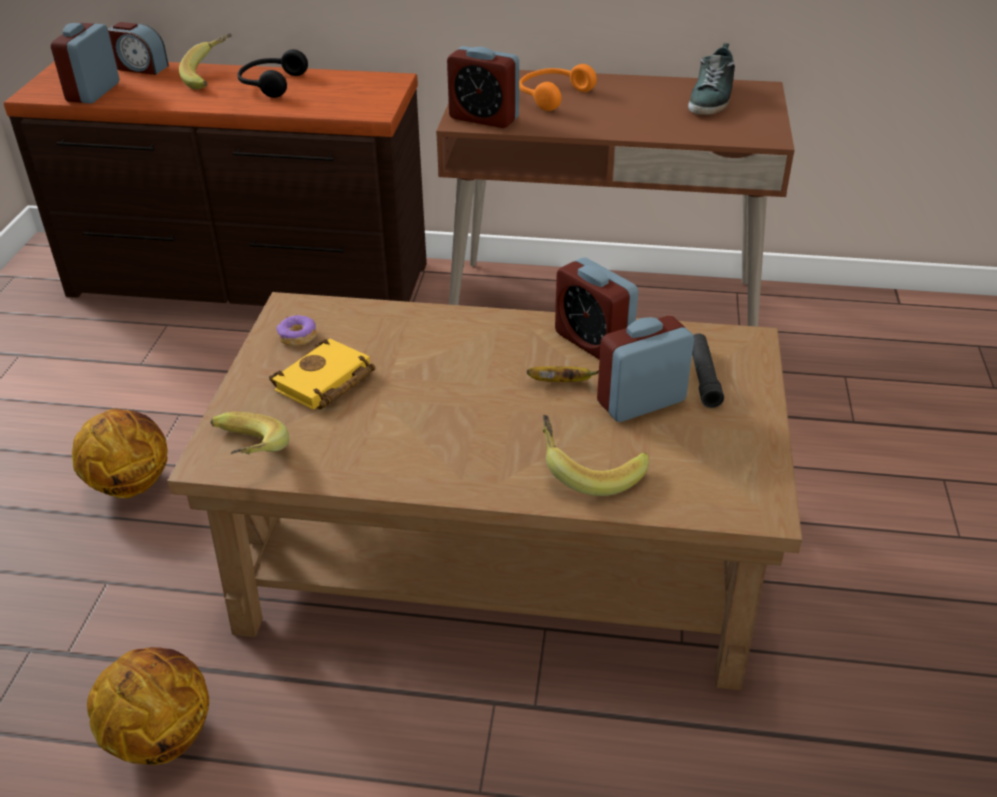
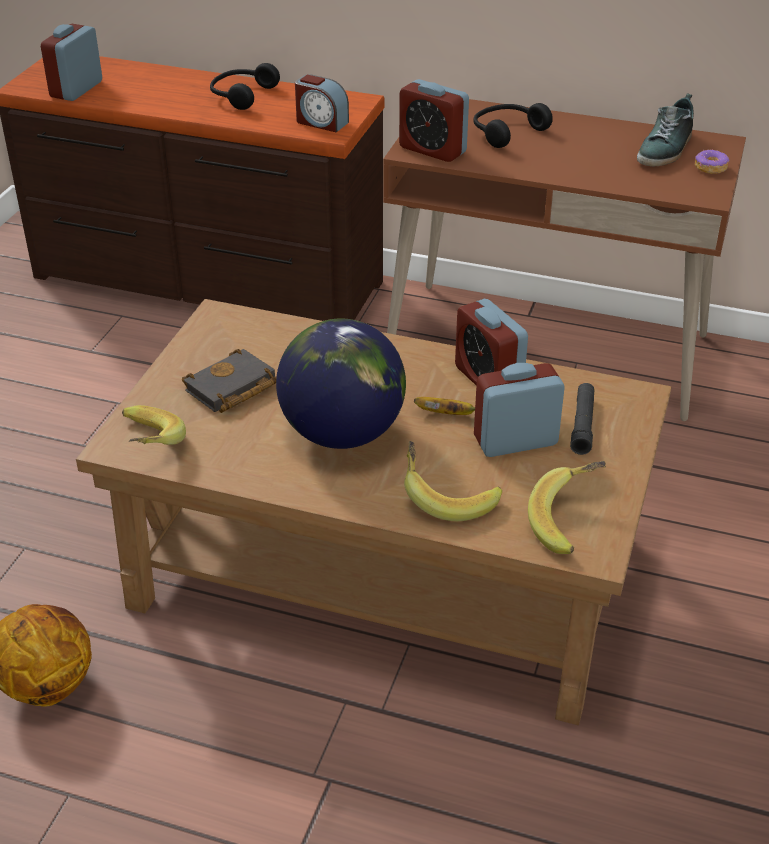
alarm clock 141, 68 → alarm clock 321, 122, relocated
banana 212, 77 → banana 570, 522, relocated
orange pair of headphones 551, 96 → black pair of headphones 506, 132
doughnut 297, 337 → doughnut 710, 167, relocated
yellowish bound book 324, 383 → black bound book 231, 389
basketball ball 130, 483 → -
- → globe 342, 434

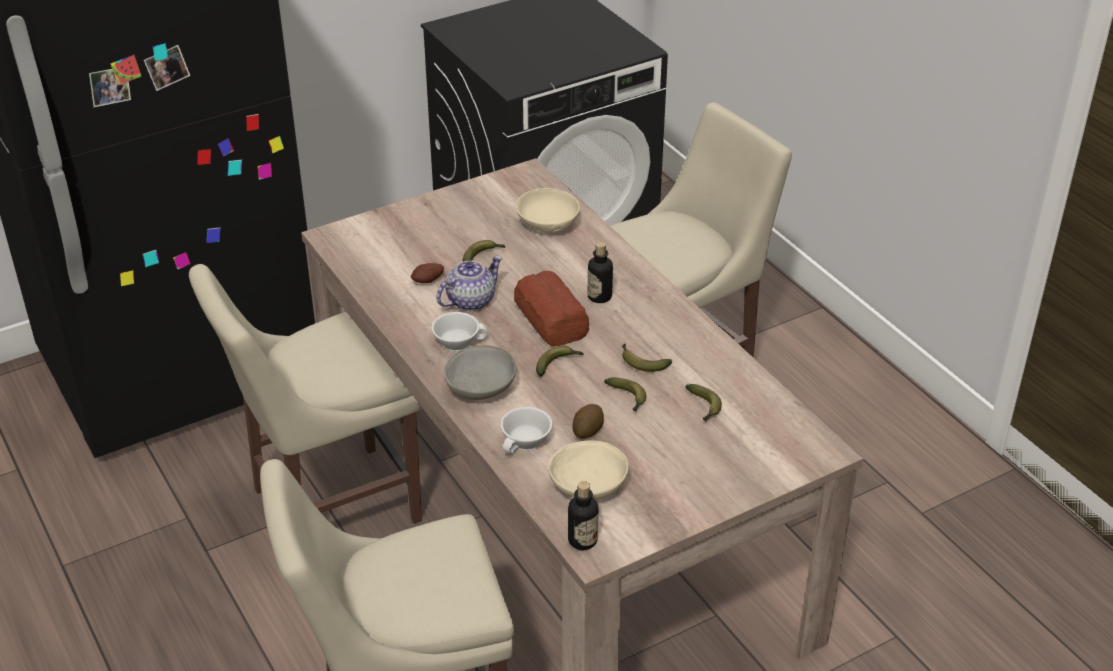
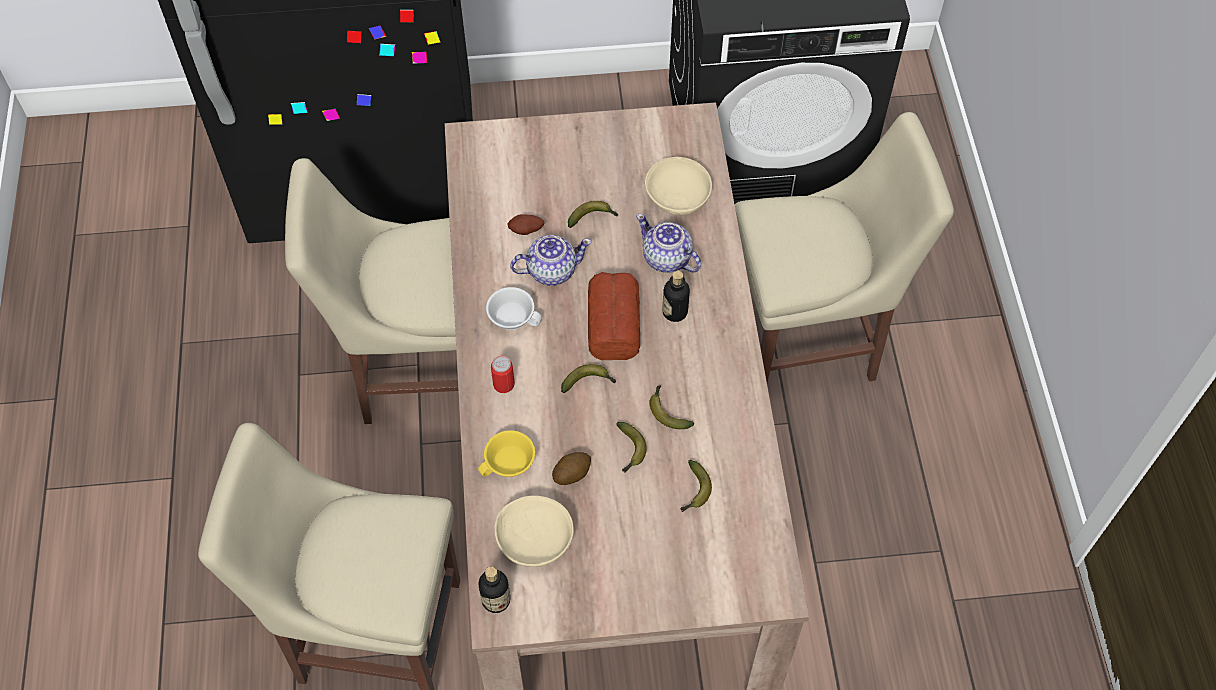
greyish bowl 481, 389 → metal can 504, 384
white cup 527, 442 → yellowish cup 510, 465
- → pot for tea 667, 259

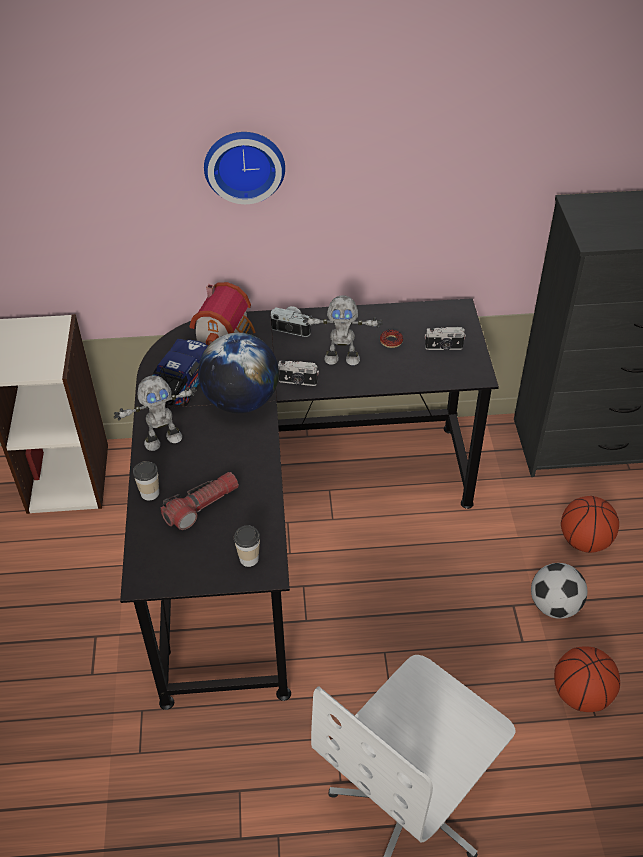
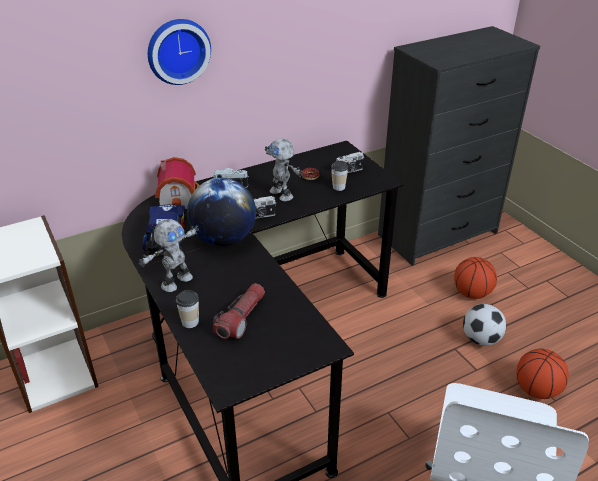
robot figure 342, 358 → robot figure 282, 194, 75 degrees clockwise
cup 249, 558 → cup 338, 187, relocated

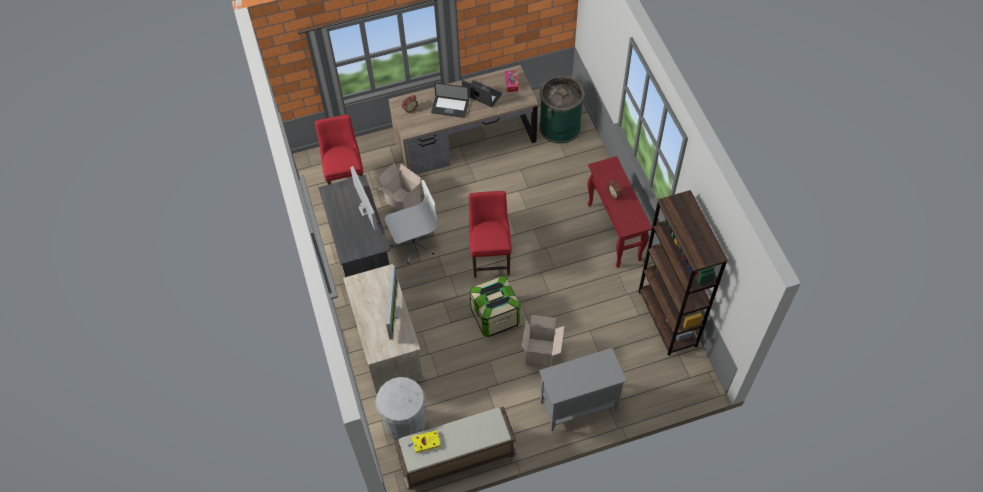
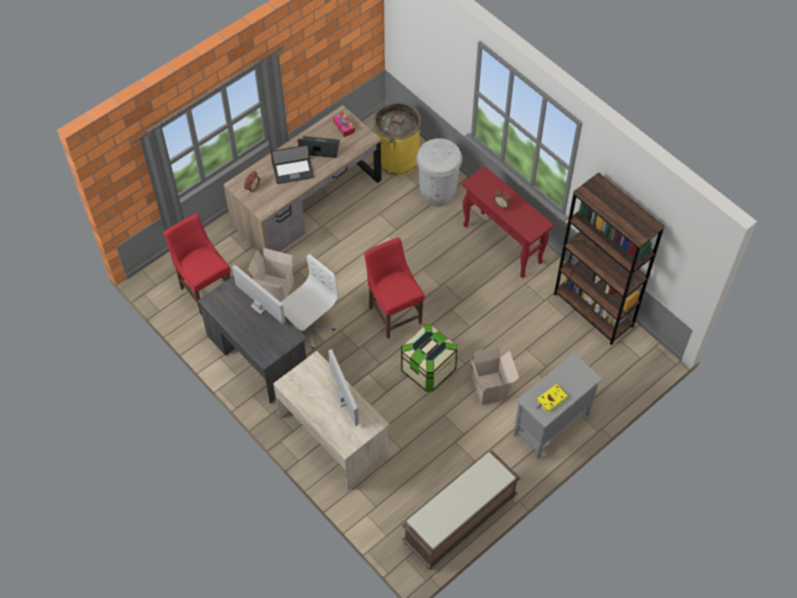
green trash can 559, 127 → yellowish trash can 397, 157
white trash can 406, 424 → white trash can 437, 192, relocated
yellowish bound book 425, 442 → yellowish bound book 551, 400, relocated

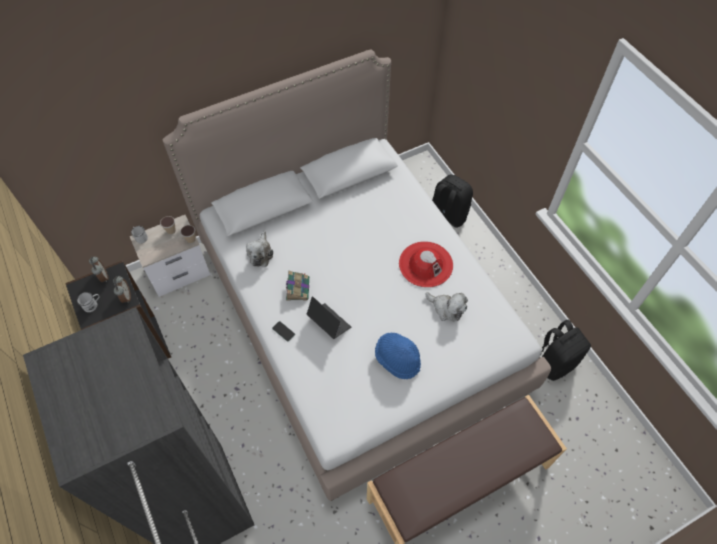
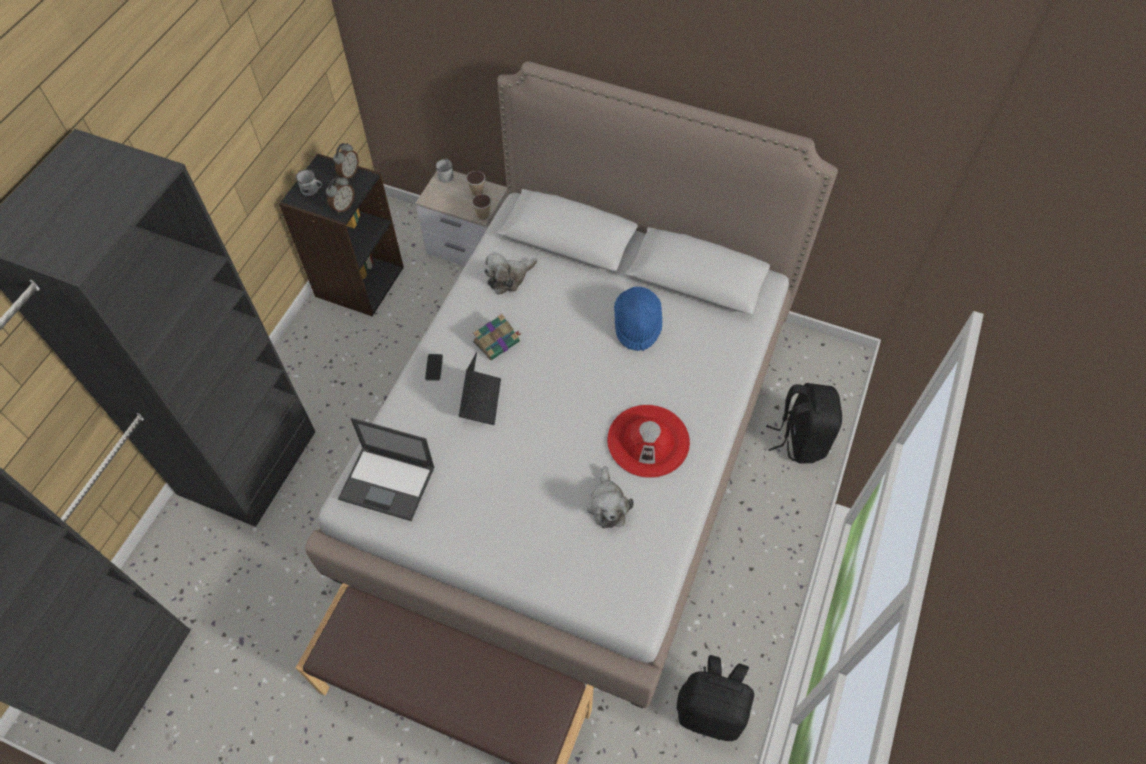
blue-coloured hat 397, 359 → blue-coloured hat 637, 325, relocated
- → portable computer 388, 483

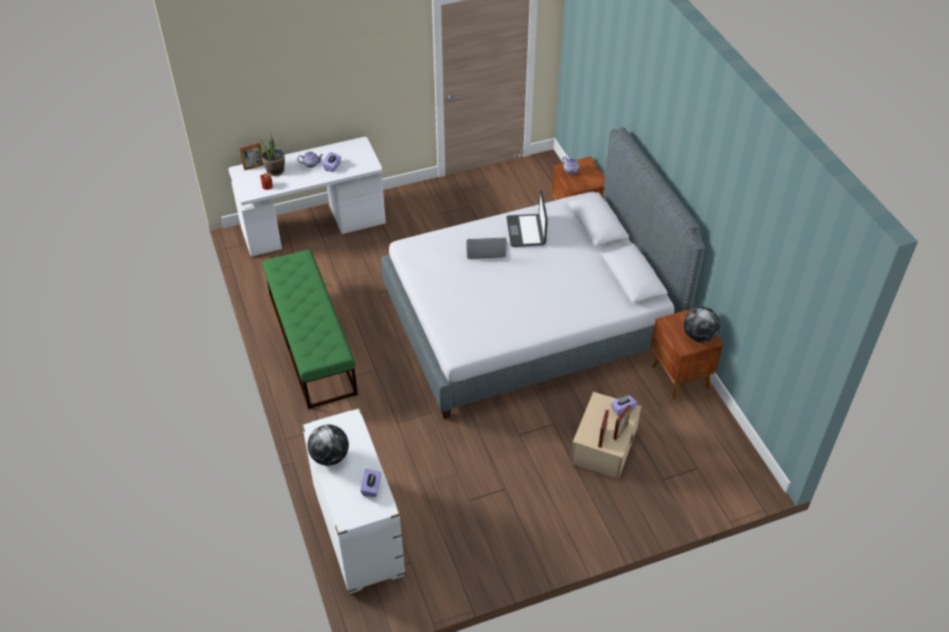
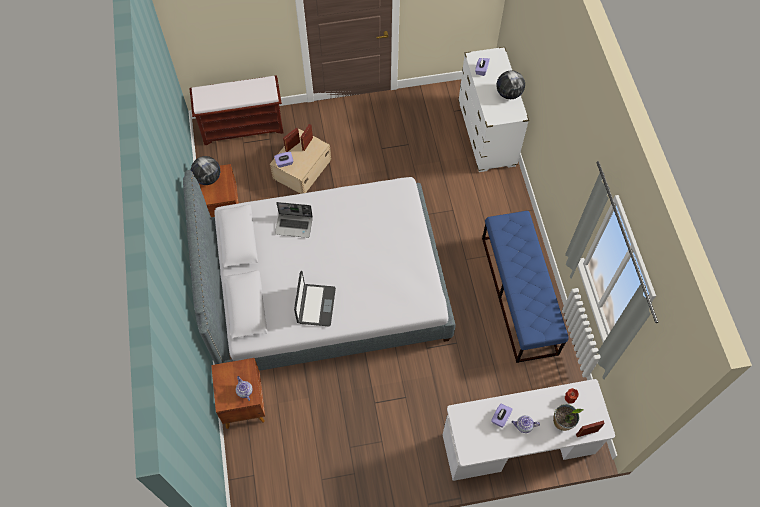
portable computer 485, 250 → portable computer 294, 225, relocated
green long seat 311, 343 → blue-coloured long seat 519, 295
- → brown long seat 243, 127

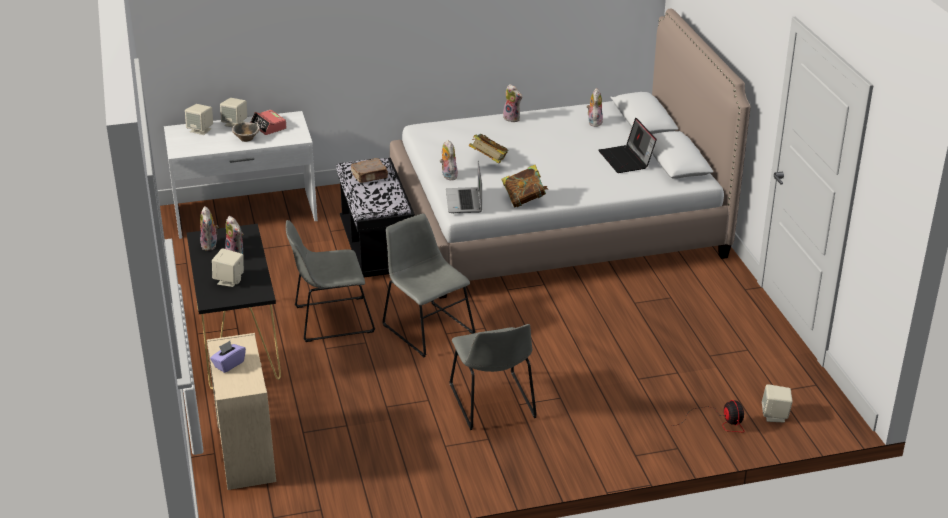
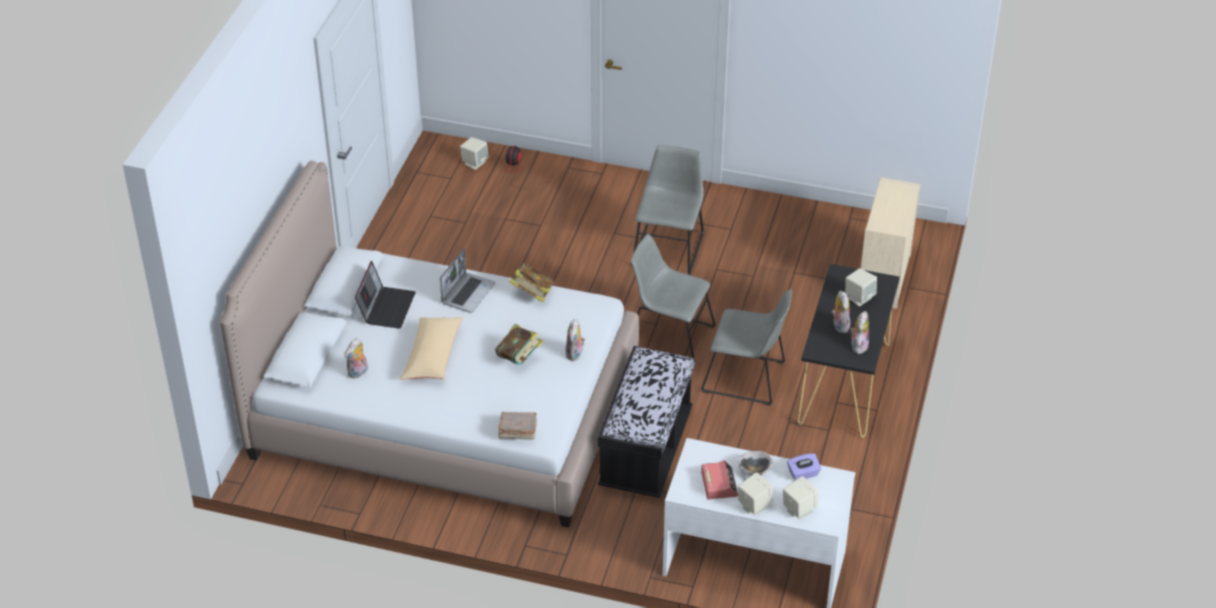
plush toy 513, 118 → -
brown bound book 370, 176 → brown bound book 517, 431, relocated
portable computer 464, 202 → portable computer 468, 293, relocated
greyish upright chair 426, 327 → greyish upright chair 668, 336, 120 degrees clockwise
purple-coloured tissue box 229, 364 → purple-coloured tissue box 803, 474, relocated
- → sand-coloured throw pillow 432, 355

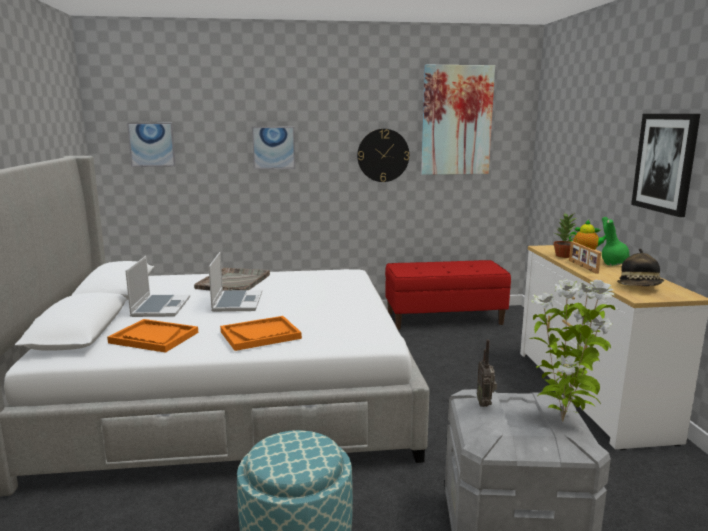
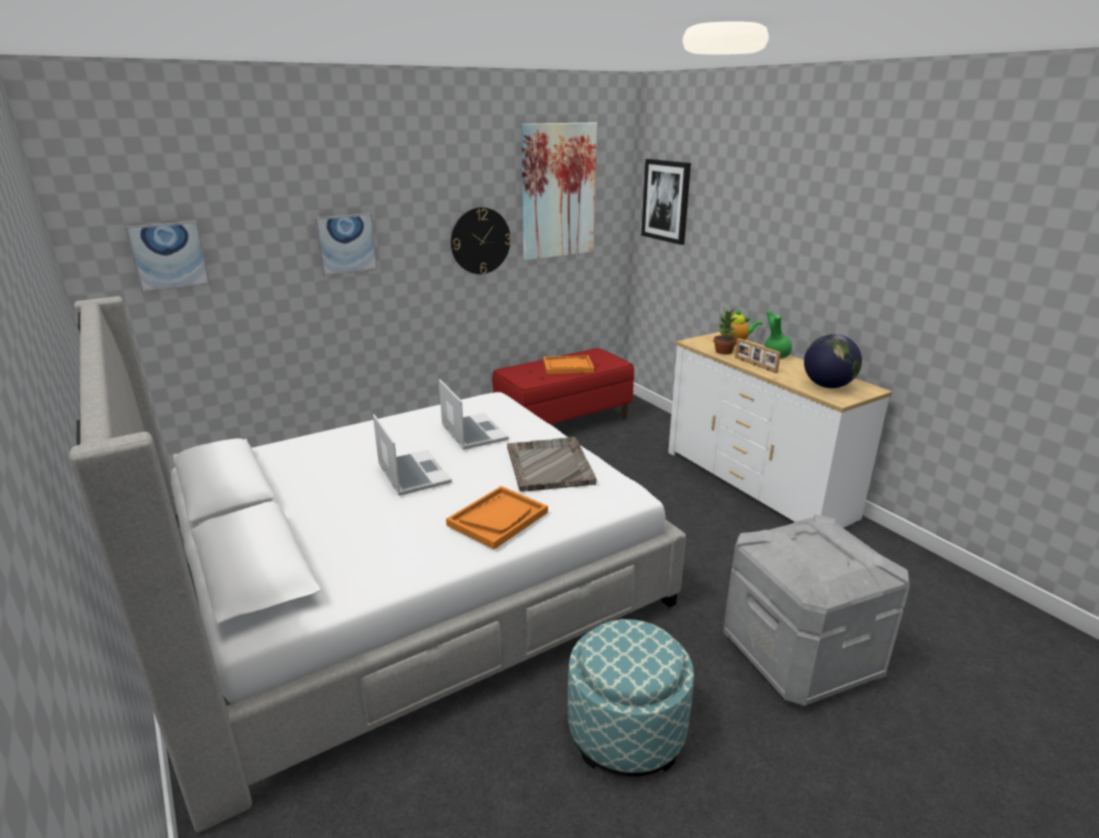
picture 665, 163 → picture 666, 201, relocated
hat 640, 287 → globe 827, 386
portable computer 160, 307 → portable computer 472, 433, relocated
greyish carrying tray 234, 281 → greyish carrying tray 549, 465, relocated
plant in a pot 564, 420 → -
orange carrying tray 153, 338 → orange carrying tray 568, 366, relocated
radio 485, 404 → -

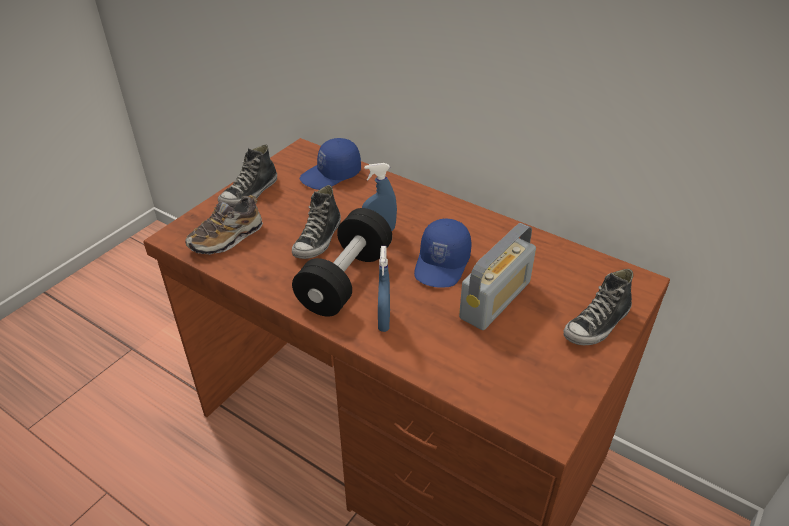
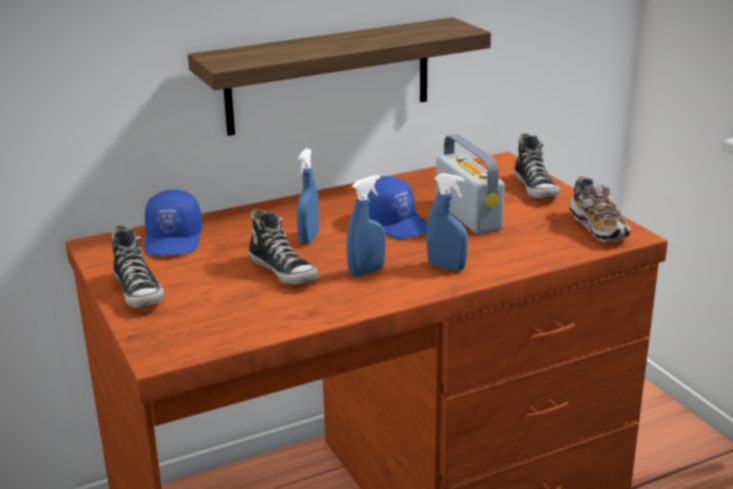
low shoe 227, 238 → low shoe 598, 227, relocated
black hand weight 345, 280 → blue-coloured spray bottle 366, 271
- → shelf 329, 76

